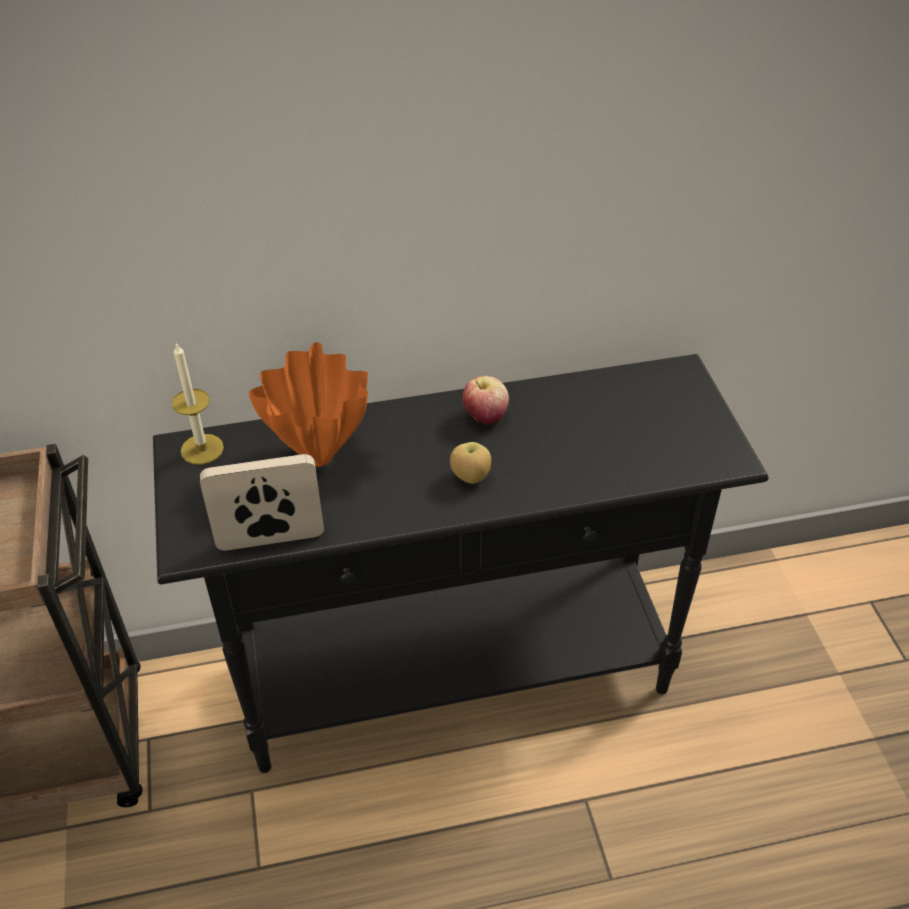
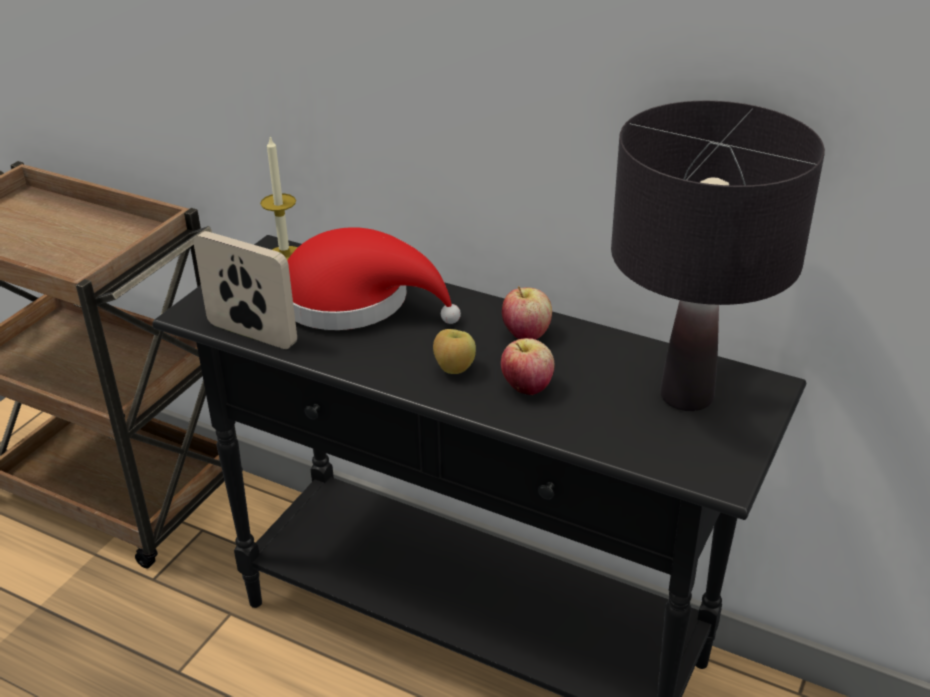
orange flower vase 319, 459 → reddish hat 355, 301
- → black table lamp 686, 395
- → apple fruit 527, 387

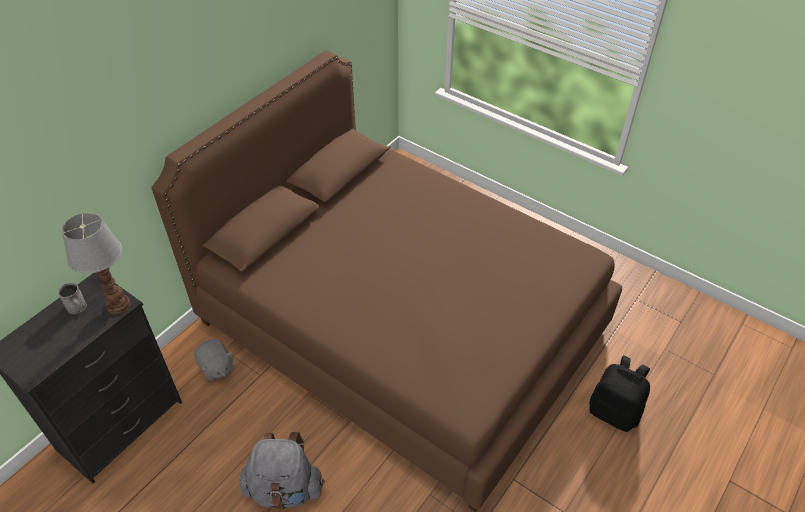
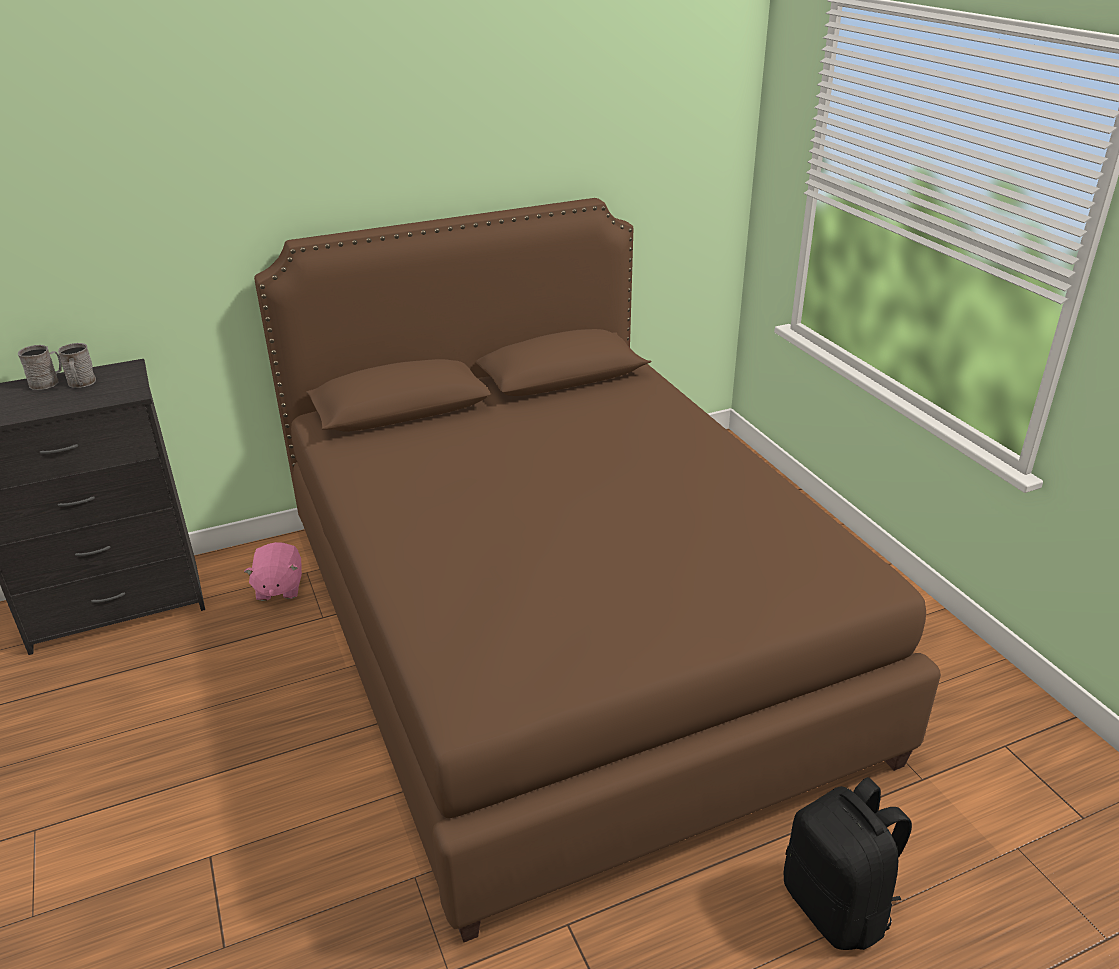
table lamp 118, 305 → -
greyish plush toy 216, 367 → pink-coloured plush toy 278, 588
greyish backpack 285, 489 → -
- → greyish mug 48, 382

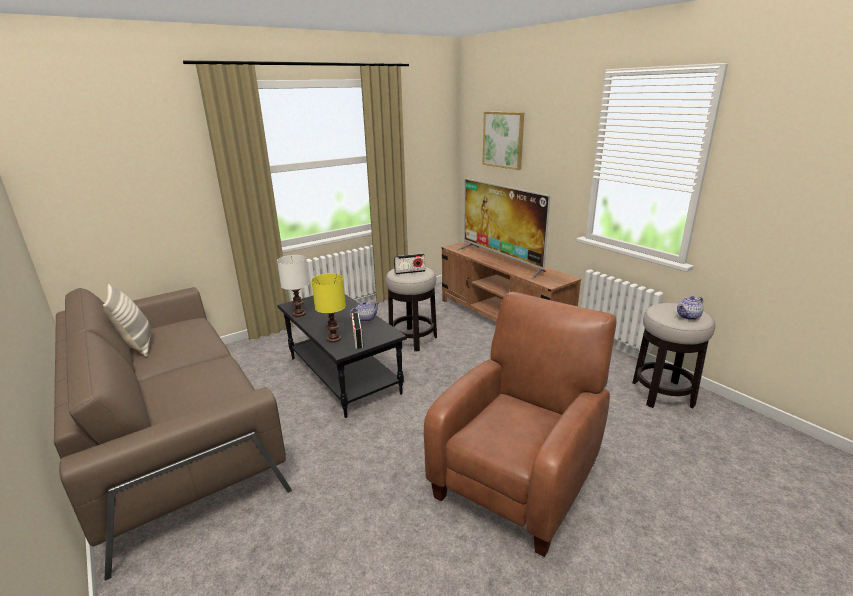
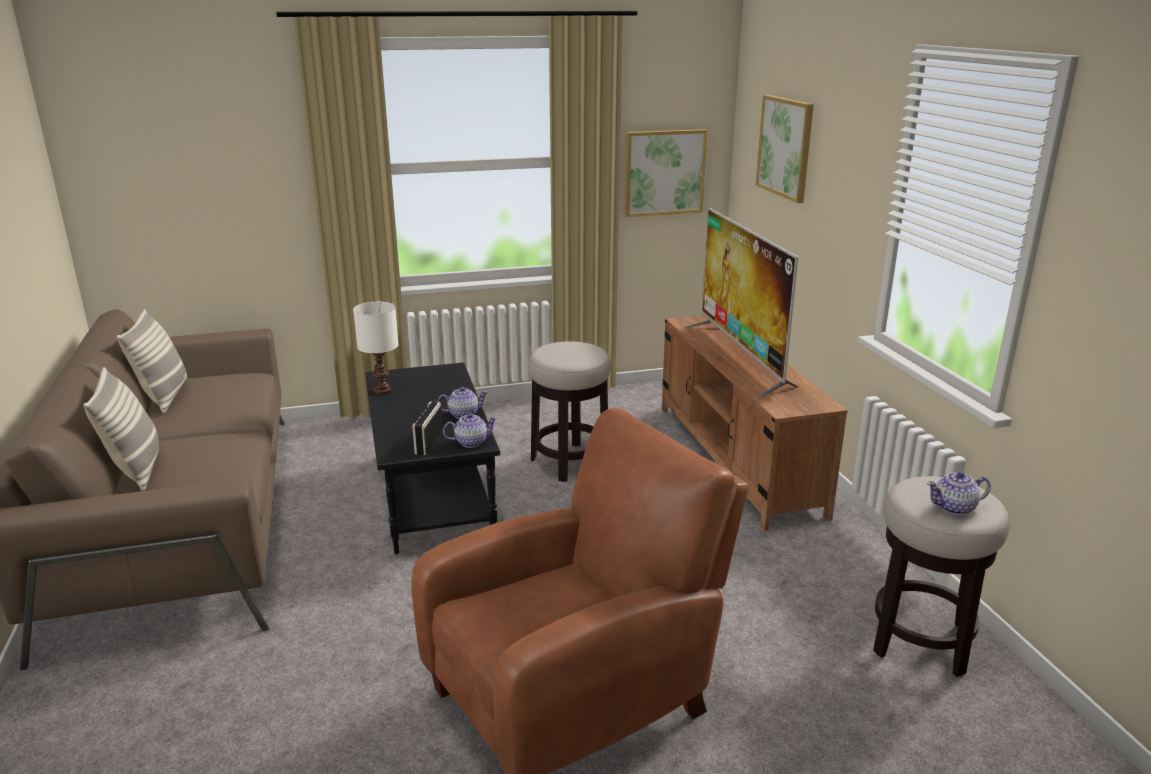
radio 410, 272 → -
yellowish table lamp 333, 338 → -
- → picture 664, 172
- → throw pillow 136, 469
- → pot for tea 470, 442

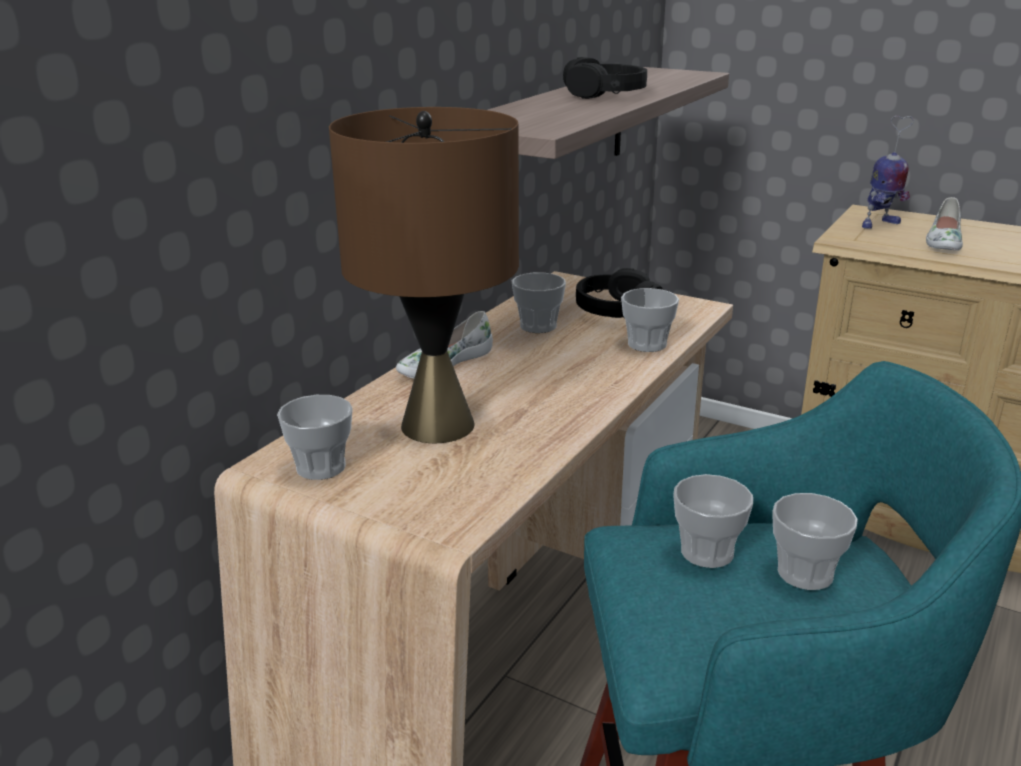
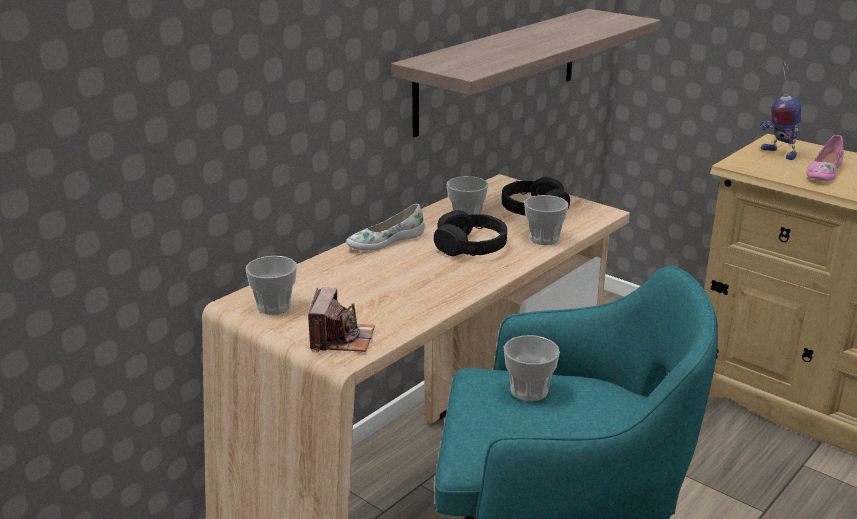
black pair of headphones 604, 94 → black pair of headphones 470, 246, relocated
brown table lamp 438, 425 → -
robot figure 879, 224 → robot figure 778, 153, 75 degrees clockwise
white low shoe 943, 241 → pink-coloured low shoe 823, 172
cup 805, 573 → -
- → photo camera 341, 339

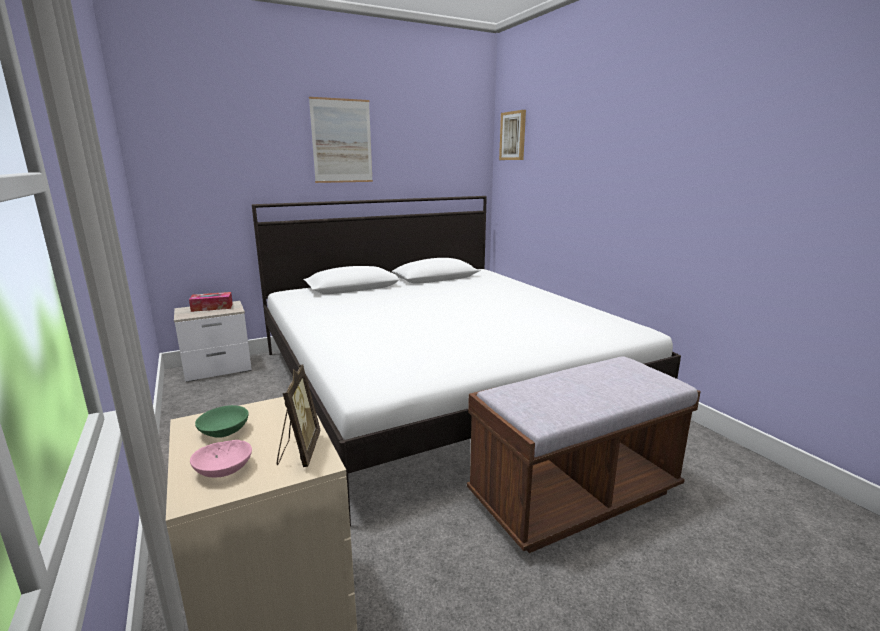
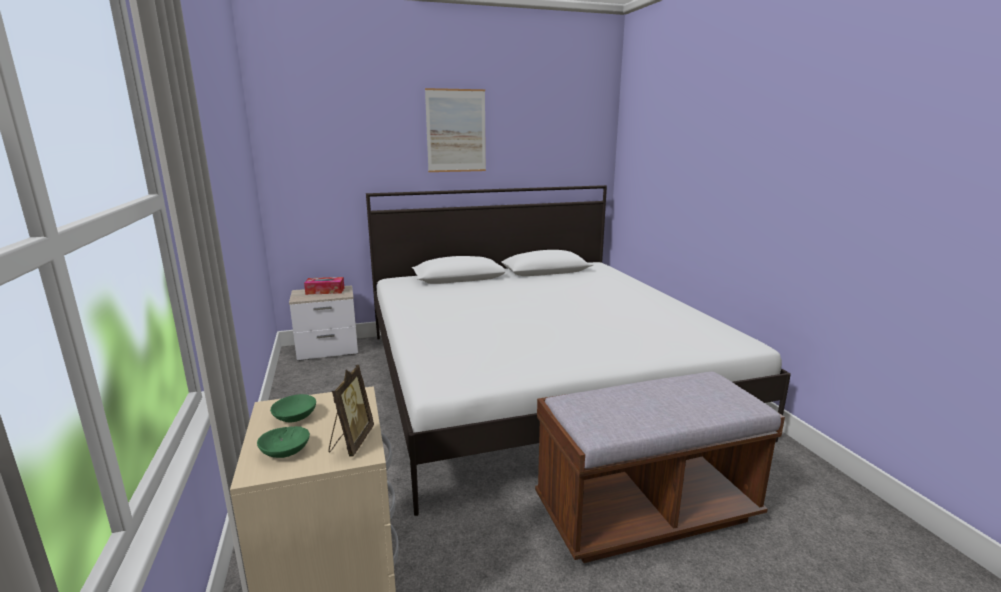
picture 513, 136 → -
pink-coloured bowl 223, 470 → green bowl 284, 452

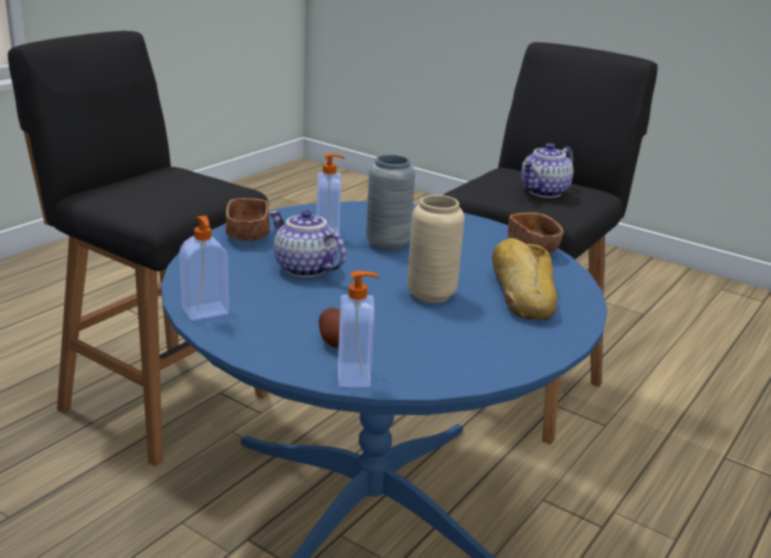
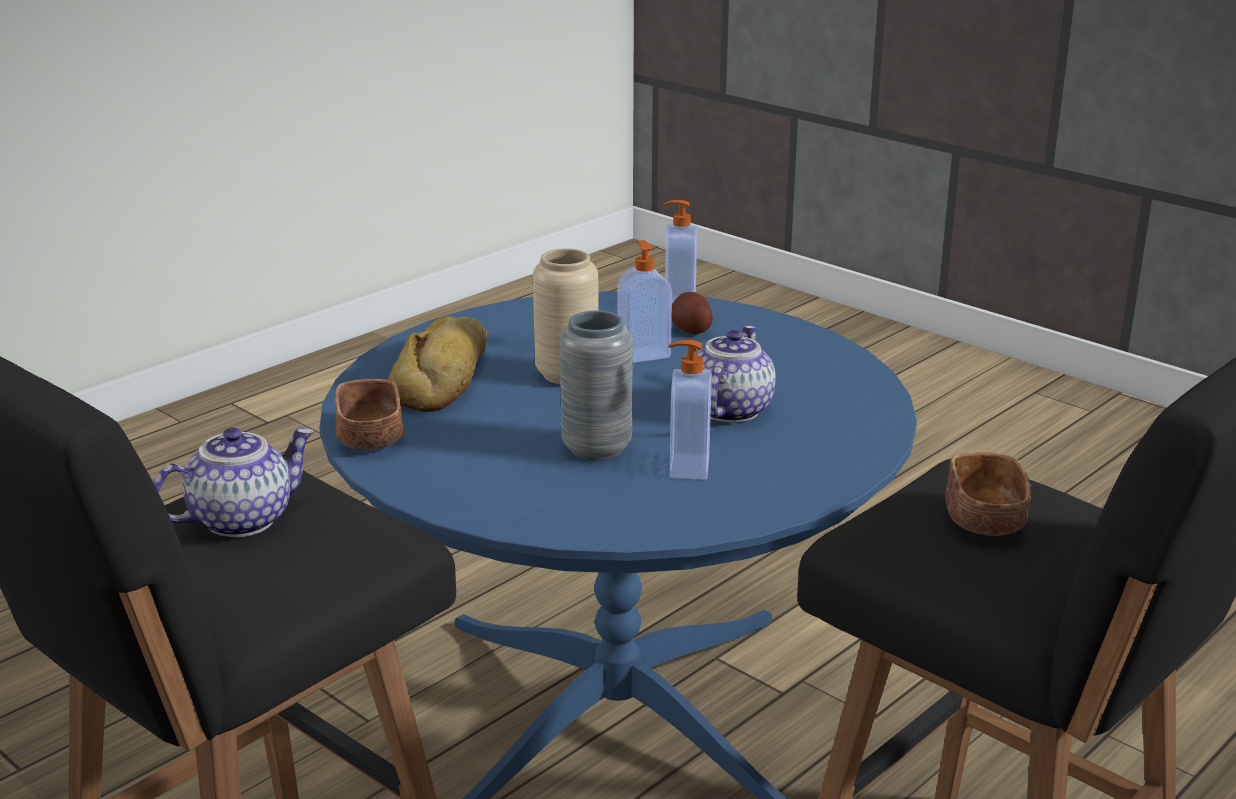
brown bowl 247, 235 → brown bowl 984, 520, relocated
pot for tea 303, 269 → pot for tea 728, 410, 120 degrees counterclockwise
soap dispenser 206, 312 → soap dispenser 643, 354, relocated

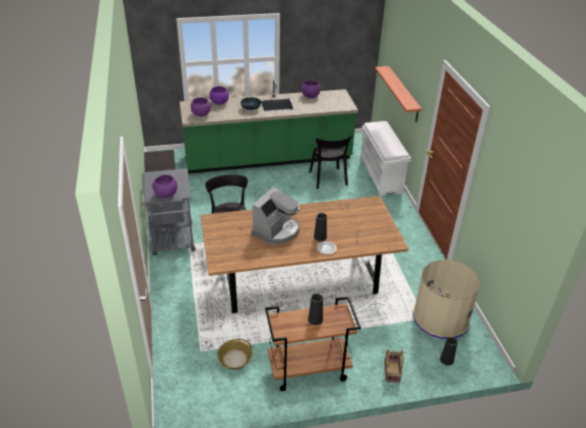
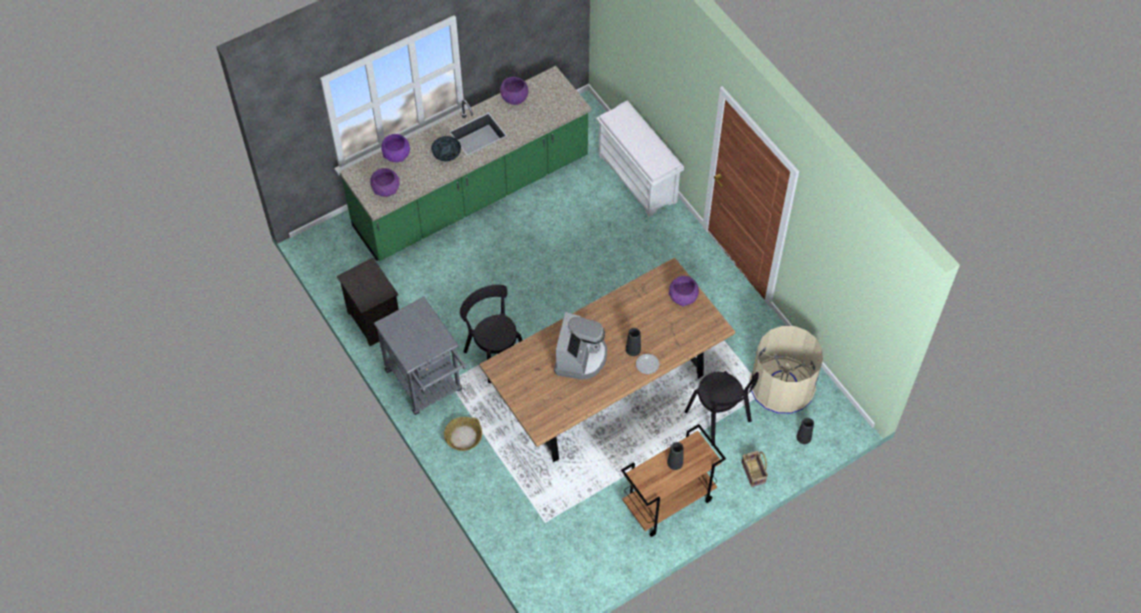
shelf 403, 94 → -
black upright chair 328, 179 → black upright chair 719, 418, relocated
purple-coloured bowl 166, 194 → purple-coloured bowl 683, 298, relocated
storage basket 235, 358 → storage basket 463, 437, relocated

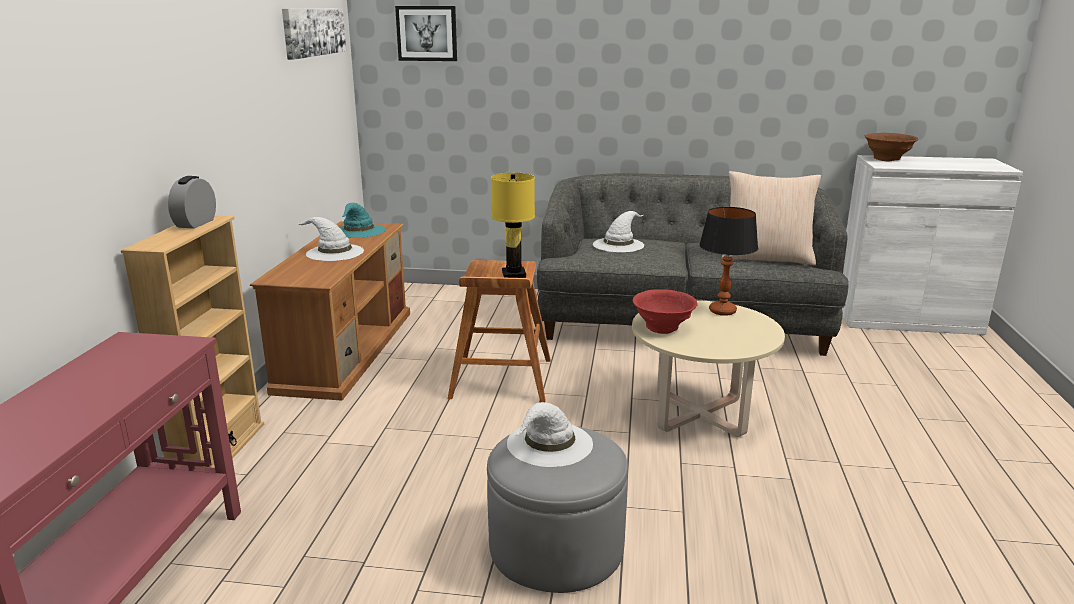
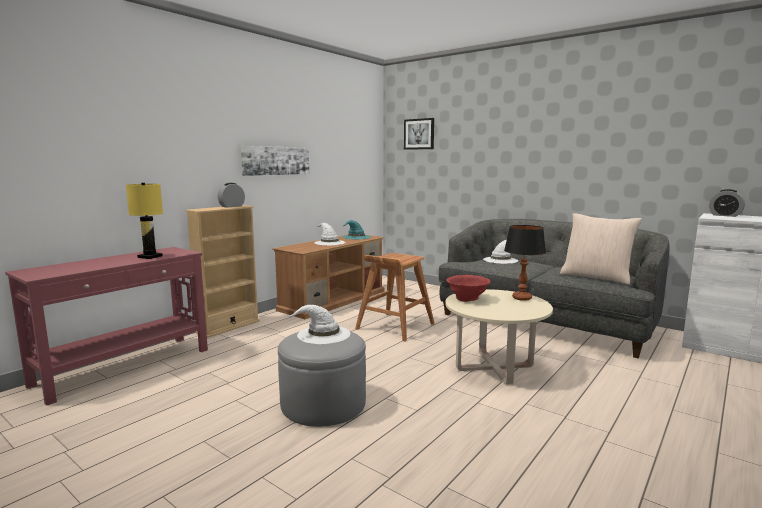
picture 313, 32 → picture 276, 160, relocated
brown bowl 887, 159 → alarm clock 725, 215
yellowish table lamp 514, 274 → yellowish table lamp 150, 257, relocated

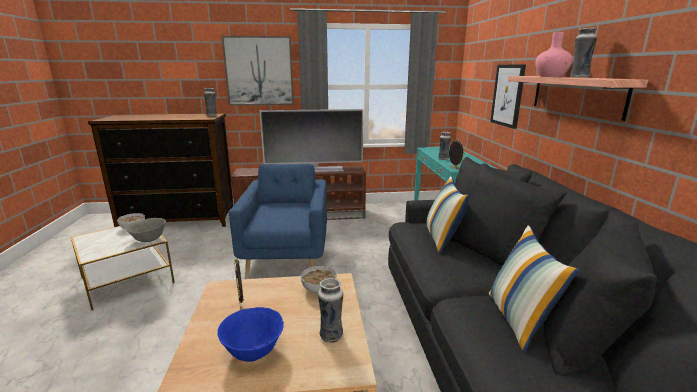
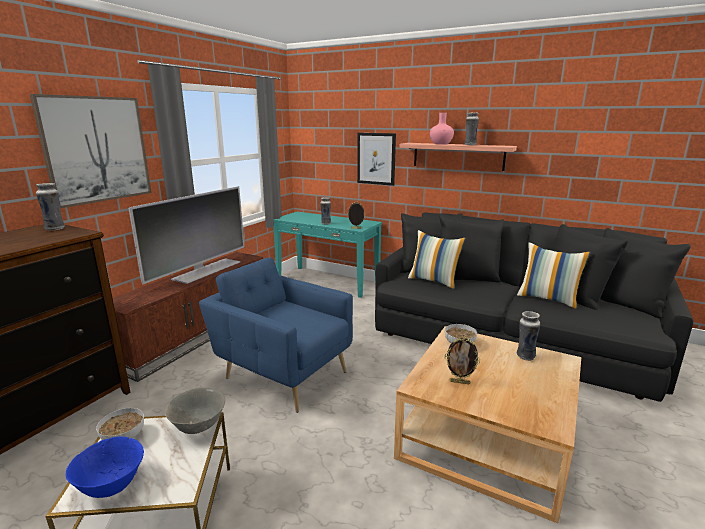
blue-coloured bowl 253, 351 → blue-coloured bowl 111, 485, relocated

